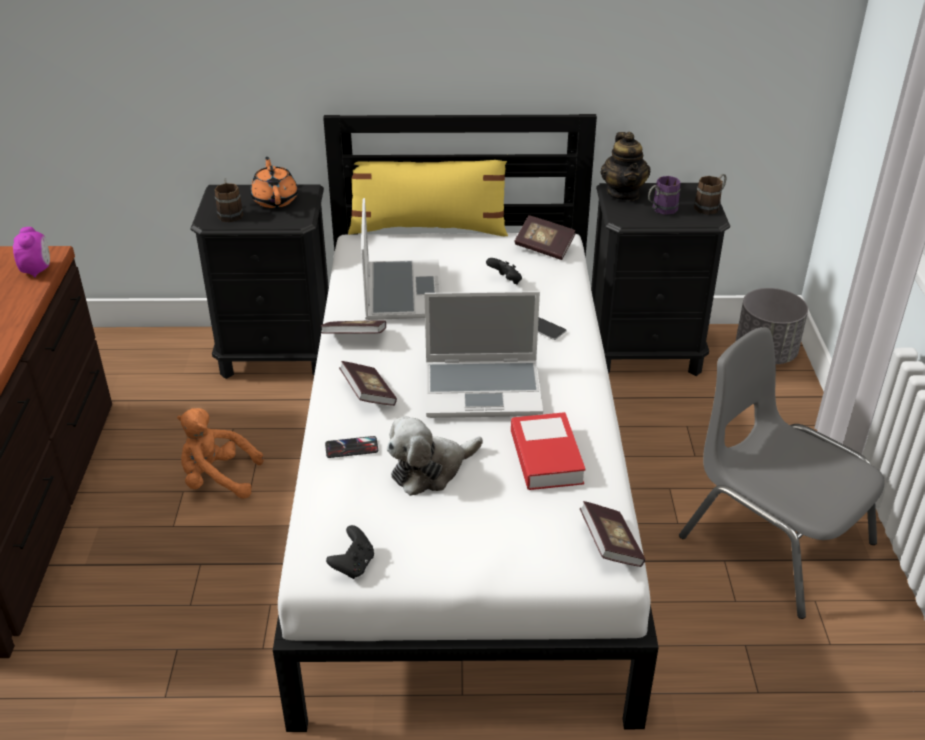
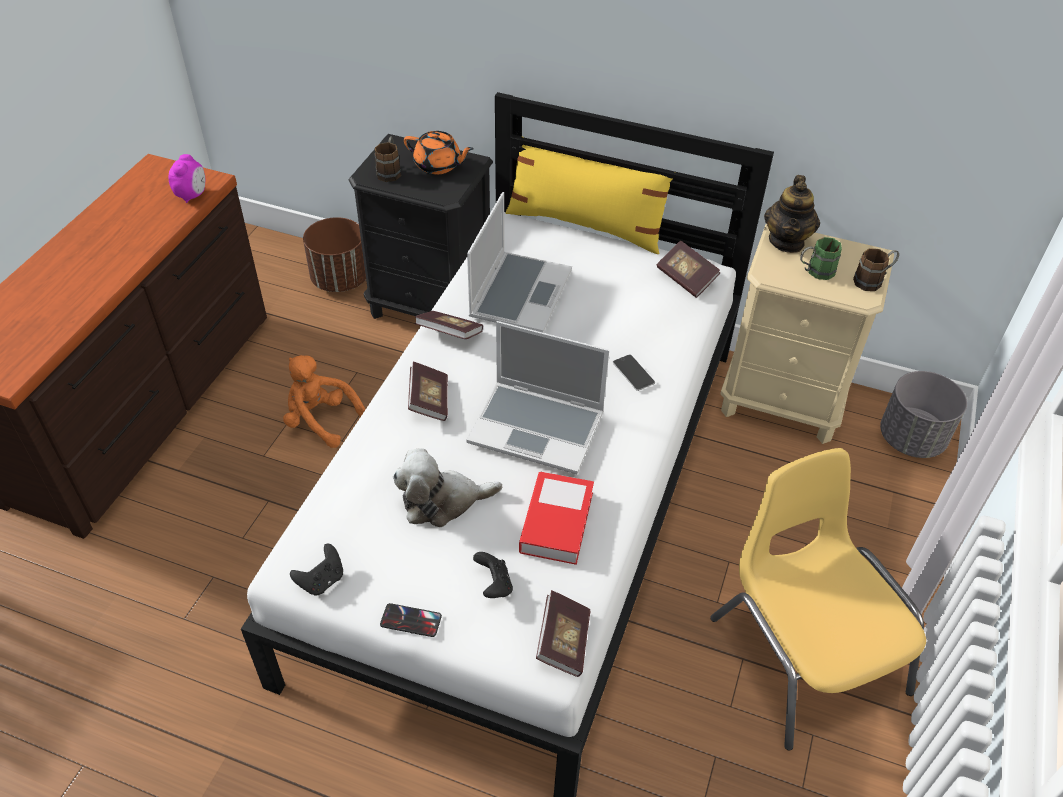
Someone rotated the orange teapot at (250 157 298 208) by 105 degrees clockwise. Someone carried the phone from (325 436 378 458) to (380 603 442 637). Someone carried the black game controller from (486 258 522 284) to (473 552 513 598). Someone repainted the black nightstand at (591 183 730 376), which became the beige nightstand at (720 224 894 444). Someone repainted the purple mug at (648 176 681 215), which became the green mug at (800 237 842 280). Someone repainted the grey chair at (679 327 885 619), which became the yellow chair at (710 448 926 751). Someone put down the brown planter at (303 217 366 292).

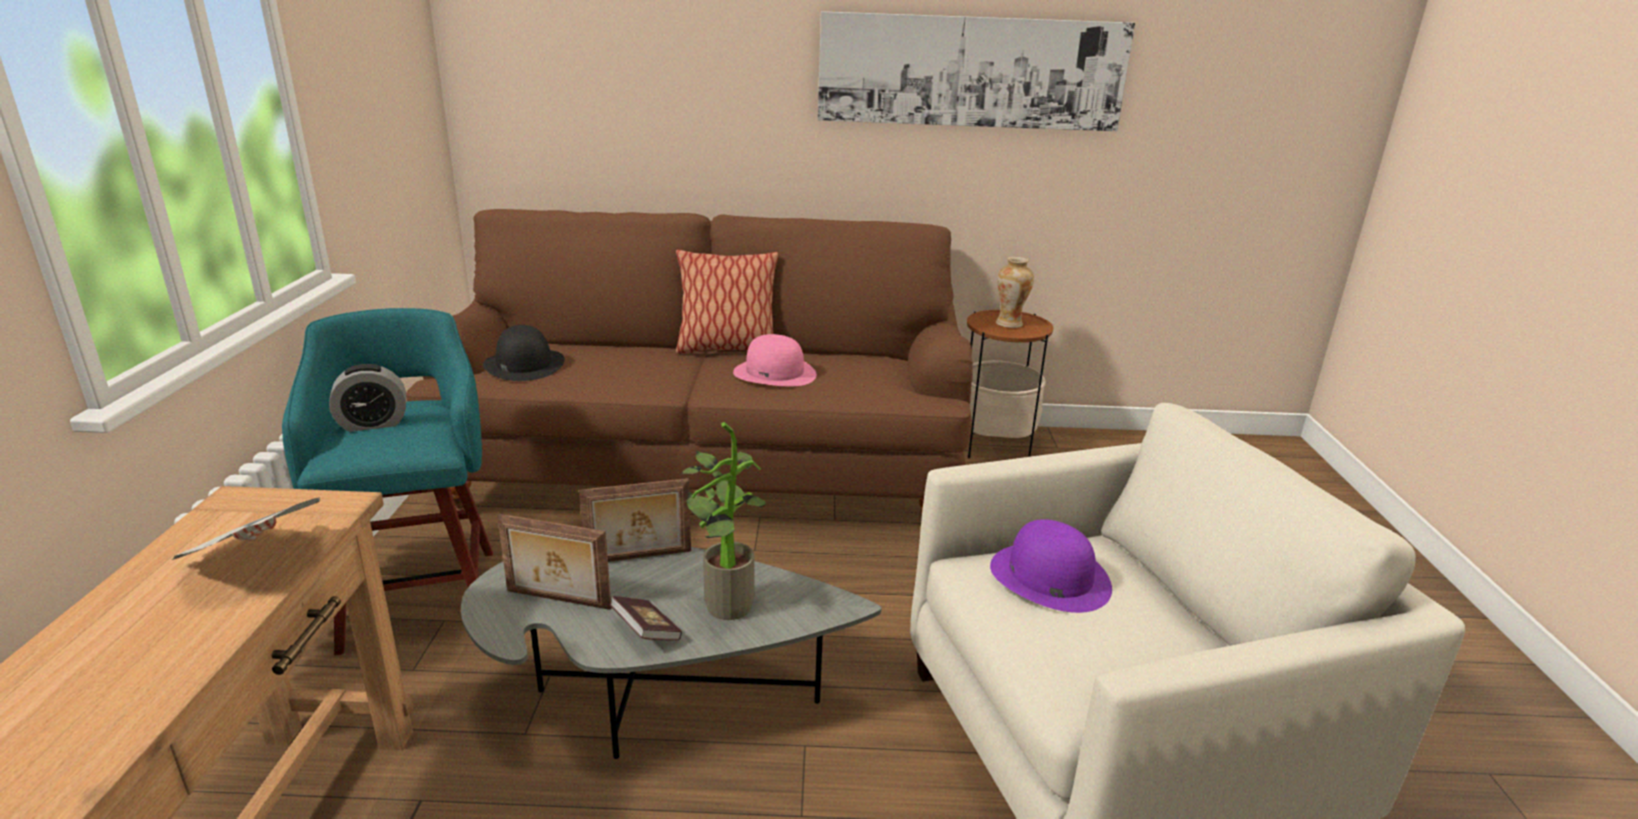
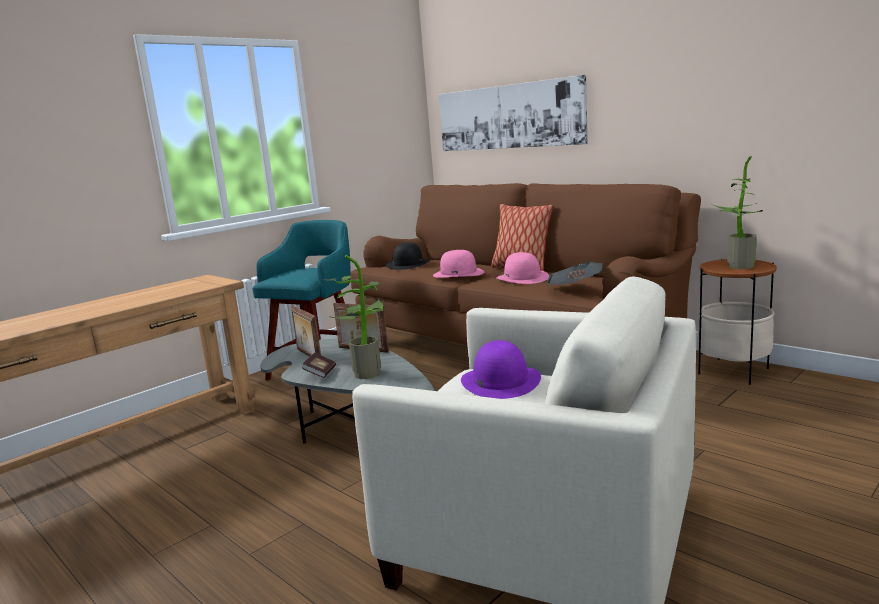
Someone carried the newspaper from (172 497 320 560) to (547 262 603 285). Someone took away the alarm clock at (329 364 406 432). Someone carried the picture from (818 11 1135 131) to (439 75 588 151). Someone swapped the vase at (996 257 1034 328) for the potted plant at (713 155 763 269). Someone put down the pink hat at (433 250 485 278).

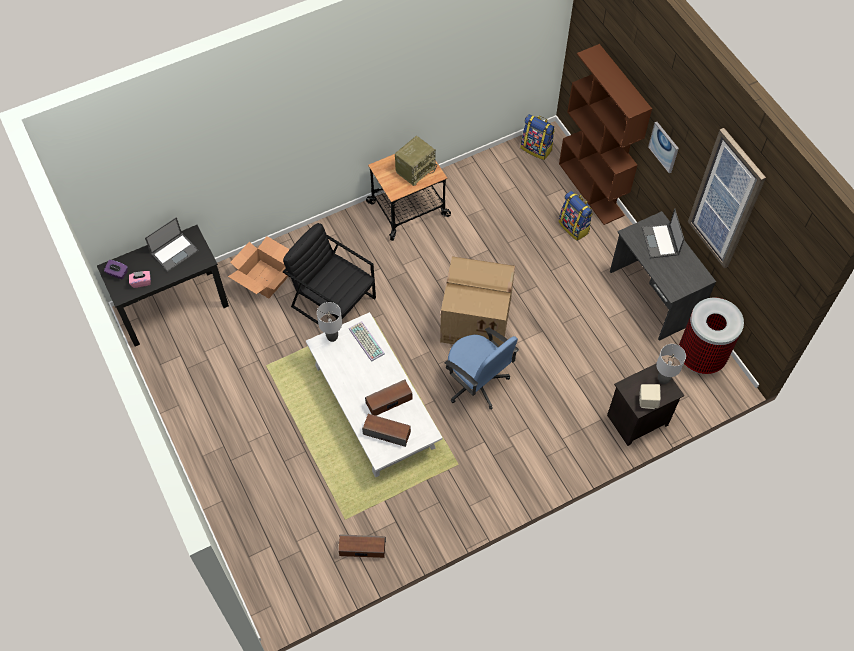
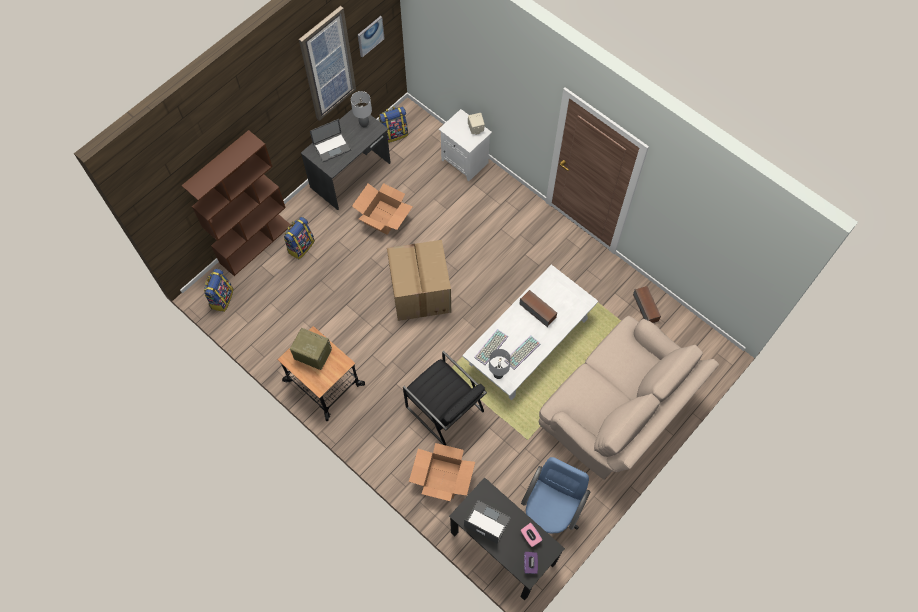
Someone rotated the black armchair at (283 223 376 325) by 60 degrees counterclockwise. Someone took away the speaker at (362 414 411 447). Someone carried the blue office chair from (445 327 519 410) to (521 457 591 533). Someone repainted the black nightstand at (607 364 684 446), which became the white nightstand at (438 109 492 181). Someone carried the picture from (648 122 679 173) to (358 16 385 57). Someone carried the grey table lamp from (656 344 686 384) to (351 91 372 127). Someone swapped the trash can at (679 297 744 374) for the backpack at (379 106 408 143). Someone put down the cardboard box at (352 183 413 235). Someone put down the keyboard at (504 335 541 370). Someone put down the beige sofa at (539 316 719 480).

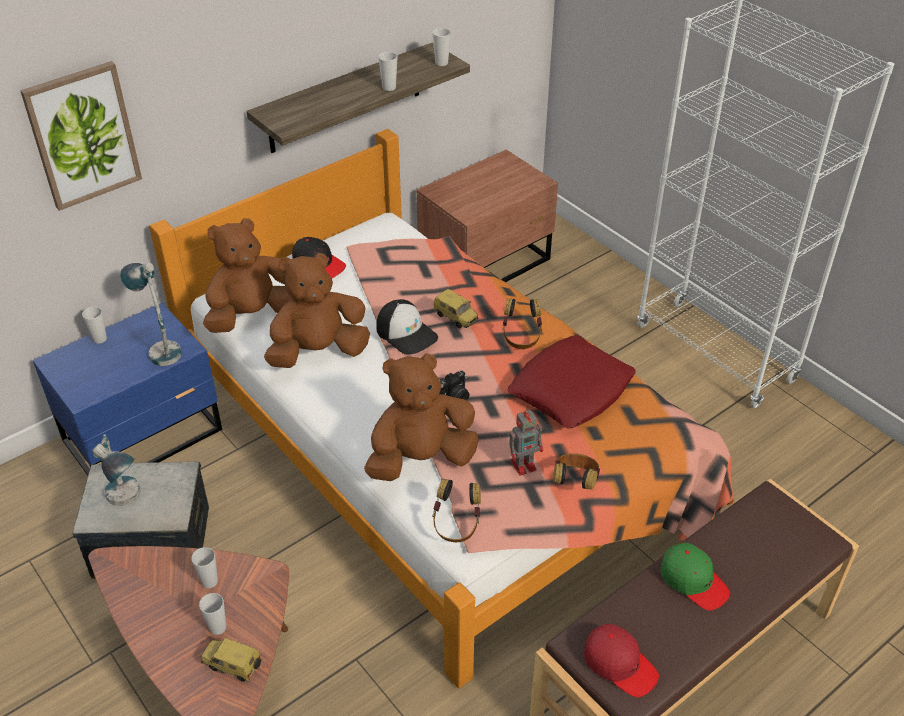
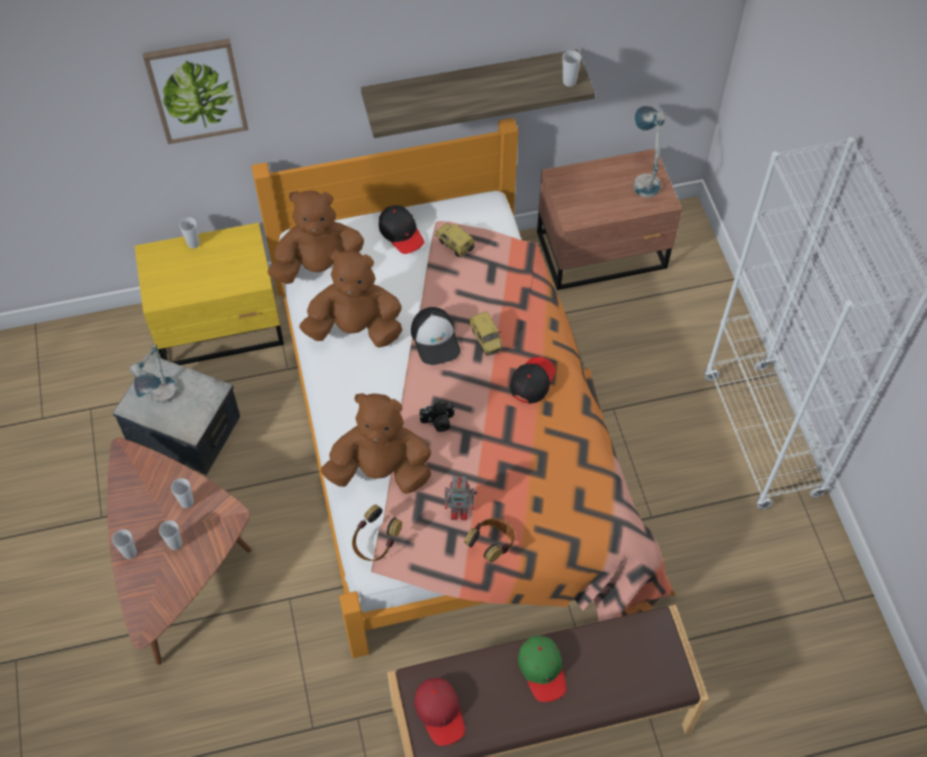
Someone repainted the blue nightstand at (33 303 222 476), which became the yellow nightstand at (135 223 284 365). Someone carried the table lamp from (120 262 182 366) to (633 106 665 197). Someone carried the toy car from (201 638 262 682) to (435 223 475 258). Someone carried the cup from (378 52 398 91) to (112 529 137 559). Someone swapped the headphones at (503 298 542 349) for the black cap at (510 357 556 404). Someone took away the red pillow at (507 335 636 429).

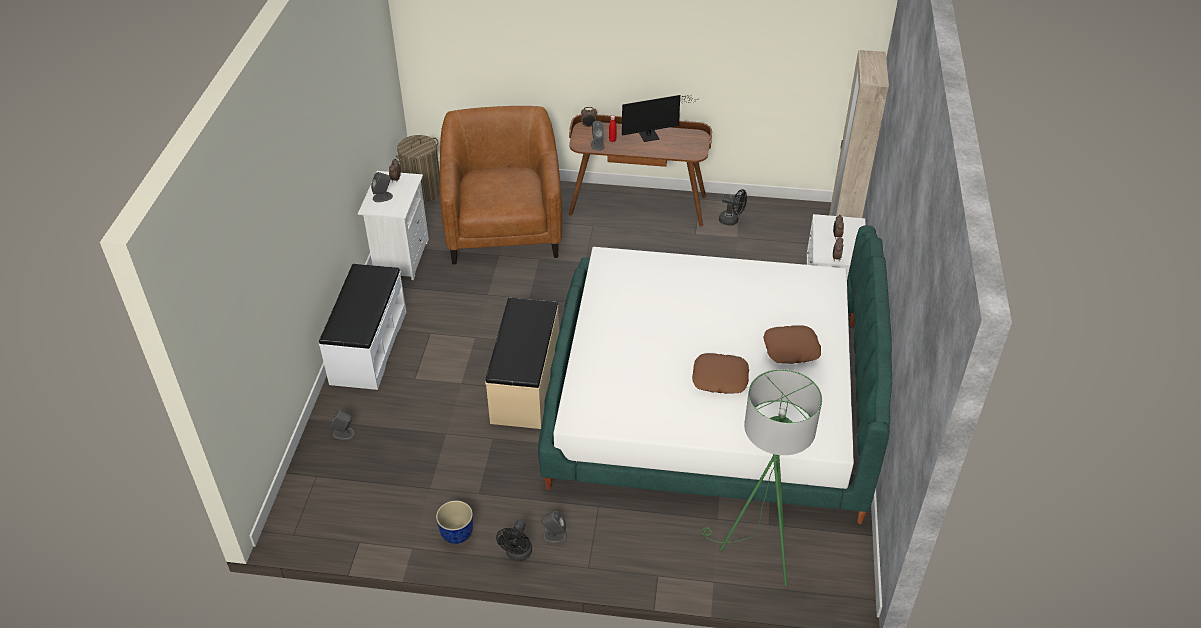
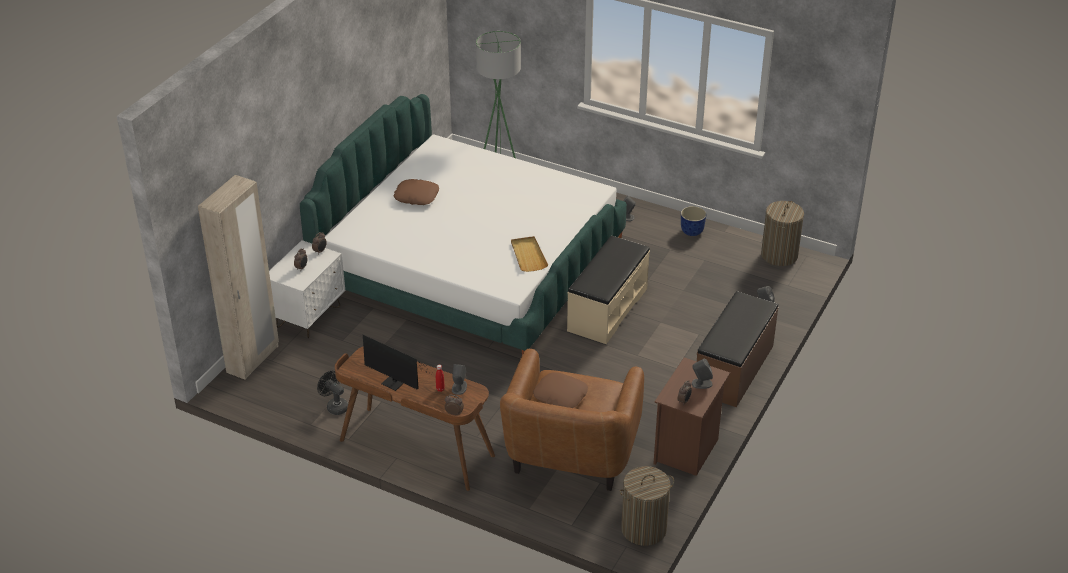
Someone repainted the white bench at (319 264 406 390), which became the brown bench at (697 291 779 407). Someone repainted the white nightstand at (358 171 429 280), which became the brown nightstand at (653 357 730 476). Someone took away the black fan at (496 520 532 561). Someone rotated the monitor at (622 95 694 142) by 150 degrees counterclockwise. Someone carried the brown pillow from (692 353 749 394) to (533 373 588 408). Someone put down the beige tray at (511 236 548 272). Someone put down the laundry basket at (761 201 804 266).

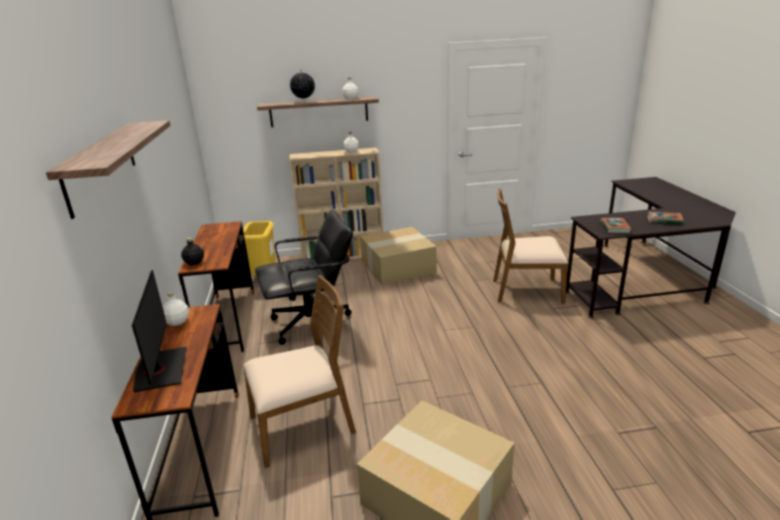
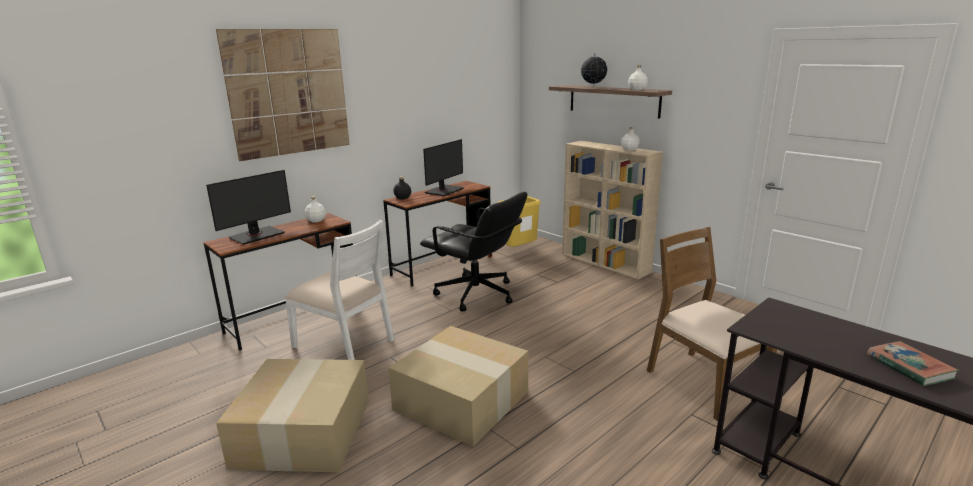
Someone swapped the shelf at (46 120 170 219) for the picture at (216 29 350 161). Someone repainted the brown chair at (243 275 356 468), which became the white chair at (285 220 394 360). Someone carried the cardboard box from (360 227 437 285) to (388 326 528 447). Someone took away the book at (600 218 632 233). Someone put down the monitor at (423 139 464 196).

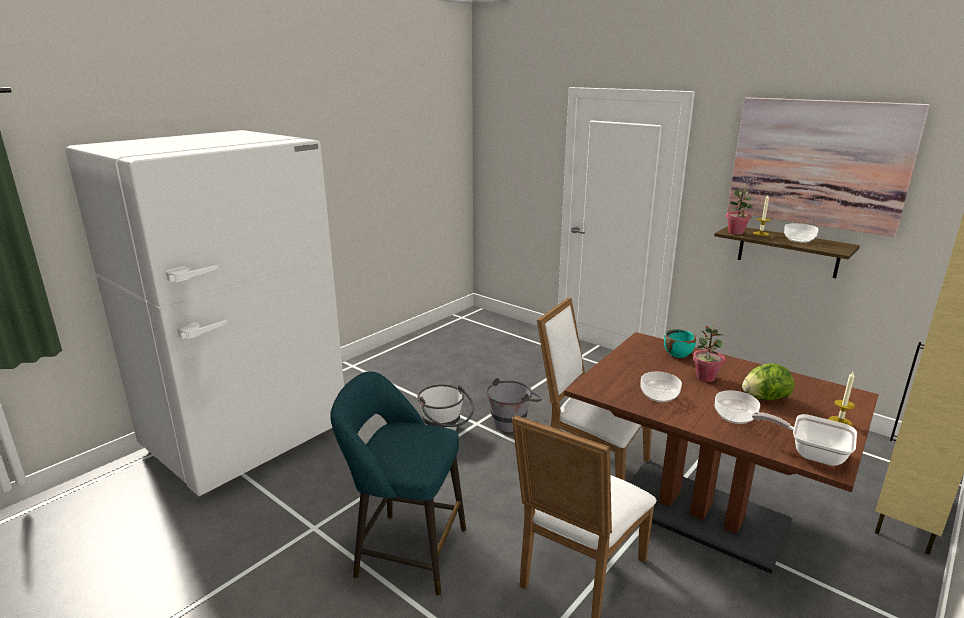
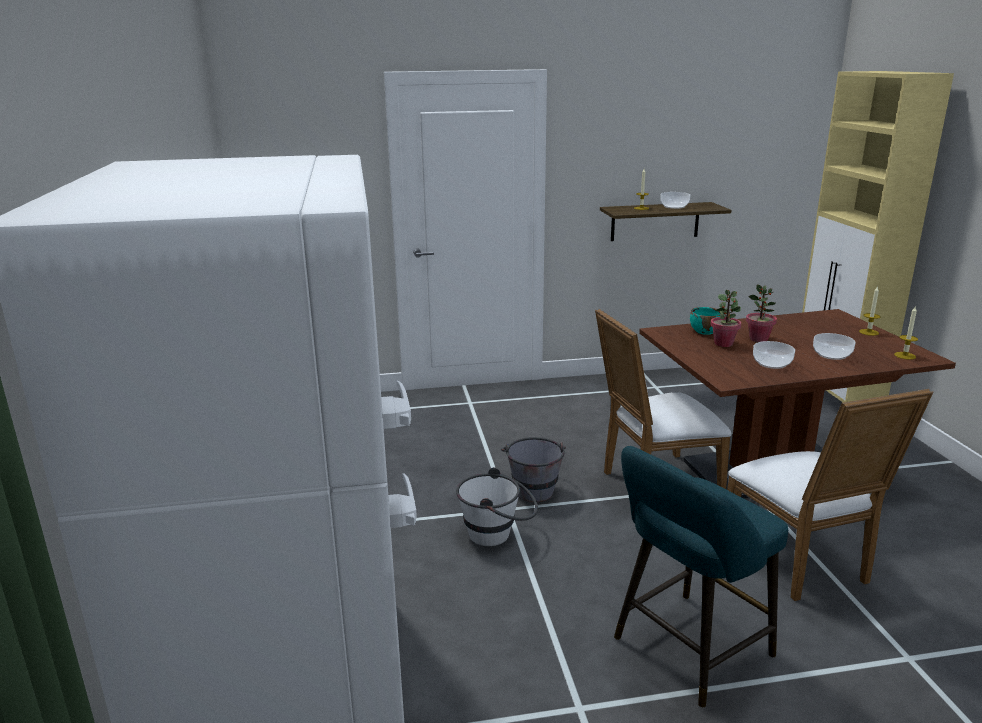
Someone carried the potted plant from (726 188 753 235) to (710 290 742 347). Someone took away the picture at (727 97 930 237). Someone took away the lettuce at (742 363 794 400). Someone swapped the frying pan at (752 412 857 466) for the candle at (894 307 918 360).

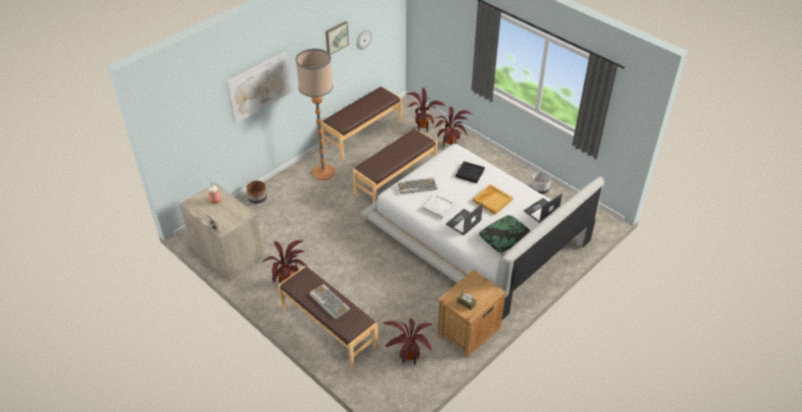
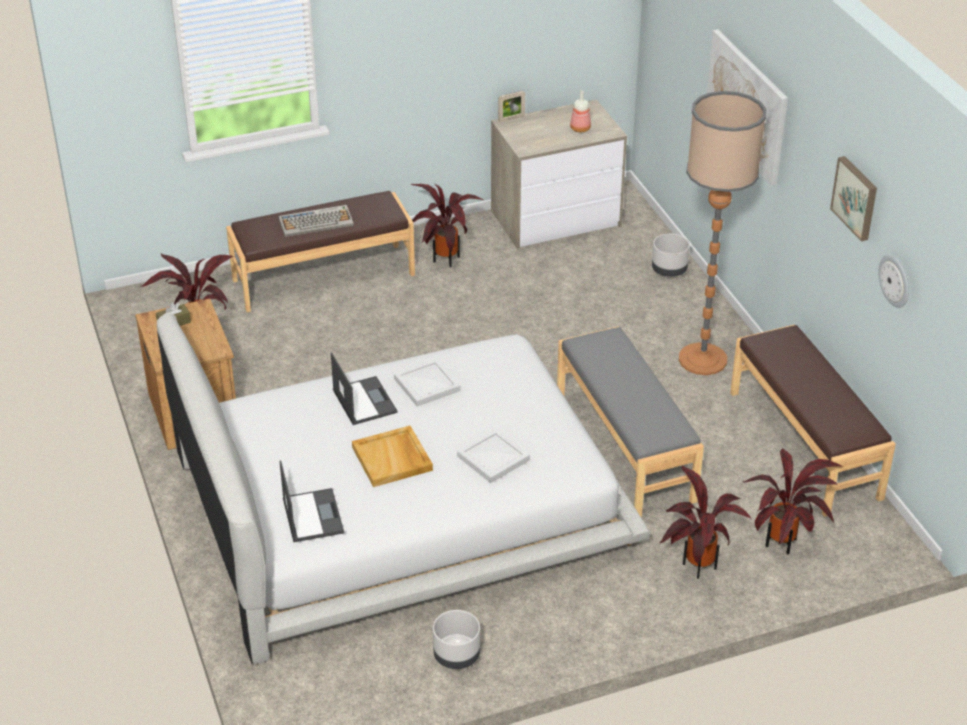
Someone repainted the brown planter at (246 181 267 204), which became the grey planter at (652 234 690 277). Someone repainted the brown bench at (353 129 437 203), which became the grey bench at (557 326 704 517). Someone took away the keyboard at (397 178 437 194). Someone repainted the black tray at (455 161 485 183), which became the white tray at (457 429 530 483). Someone took away the pillow at (479 215 530 253).

